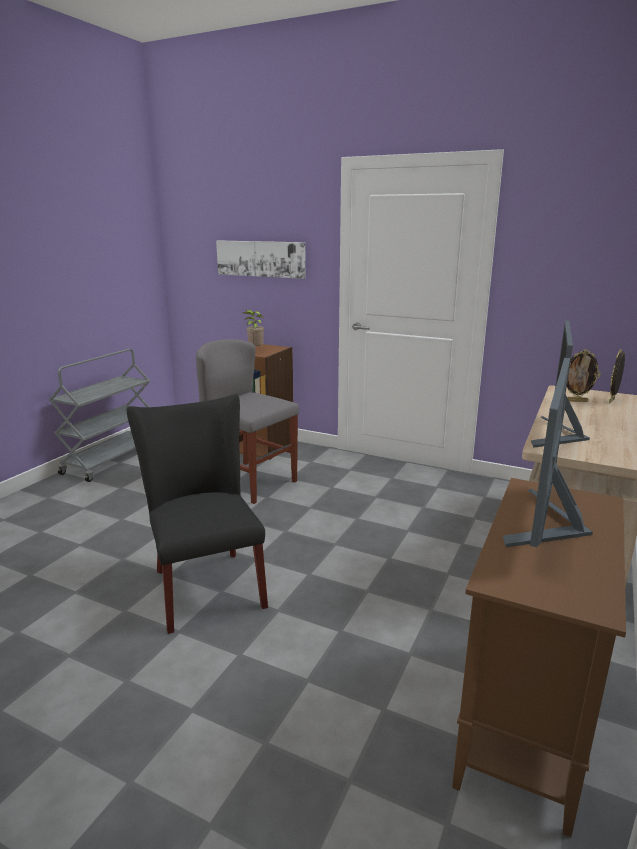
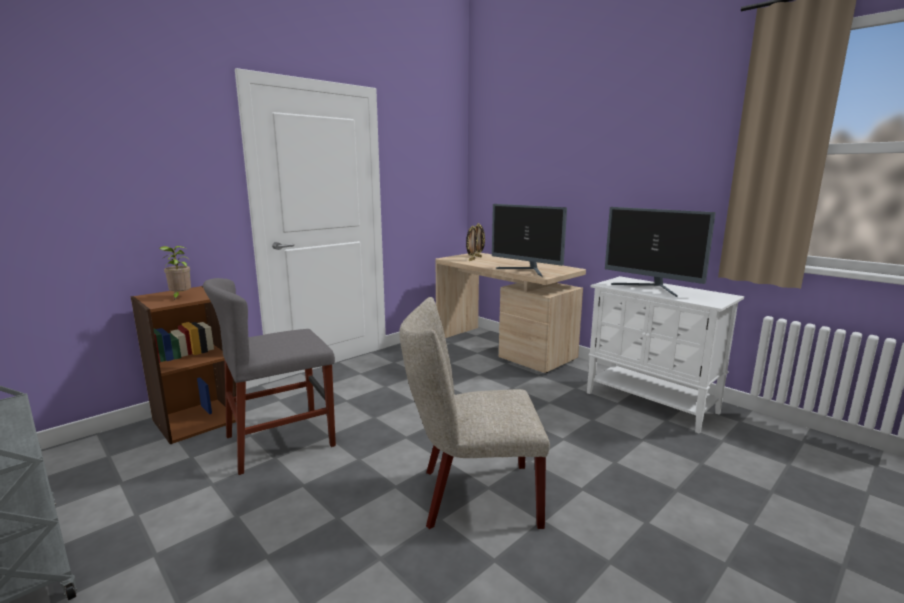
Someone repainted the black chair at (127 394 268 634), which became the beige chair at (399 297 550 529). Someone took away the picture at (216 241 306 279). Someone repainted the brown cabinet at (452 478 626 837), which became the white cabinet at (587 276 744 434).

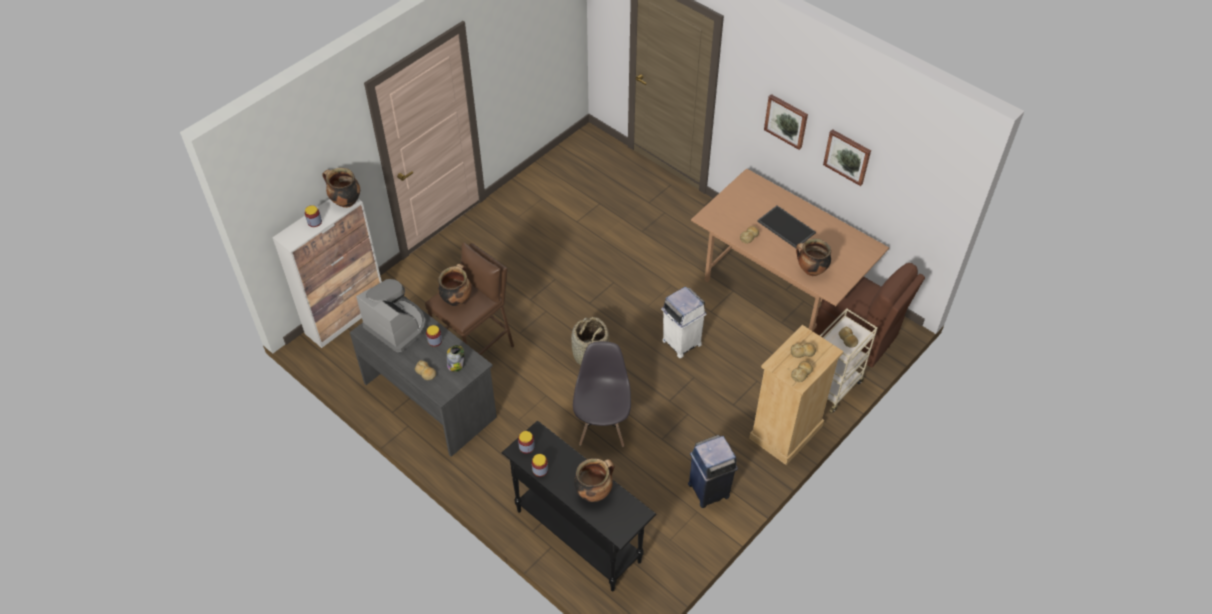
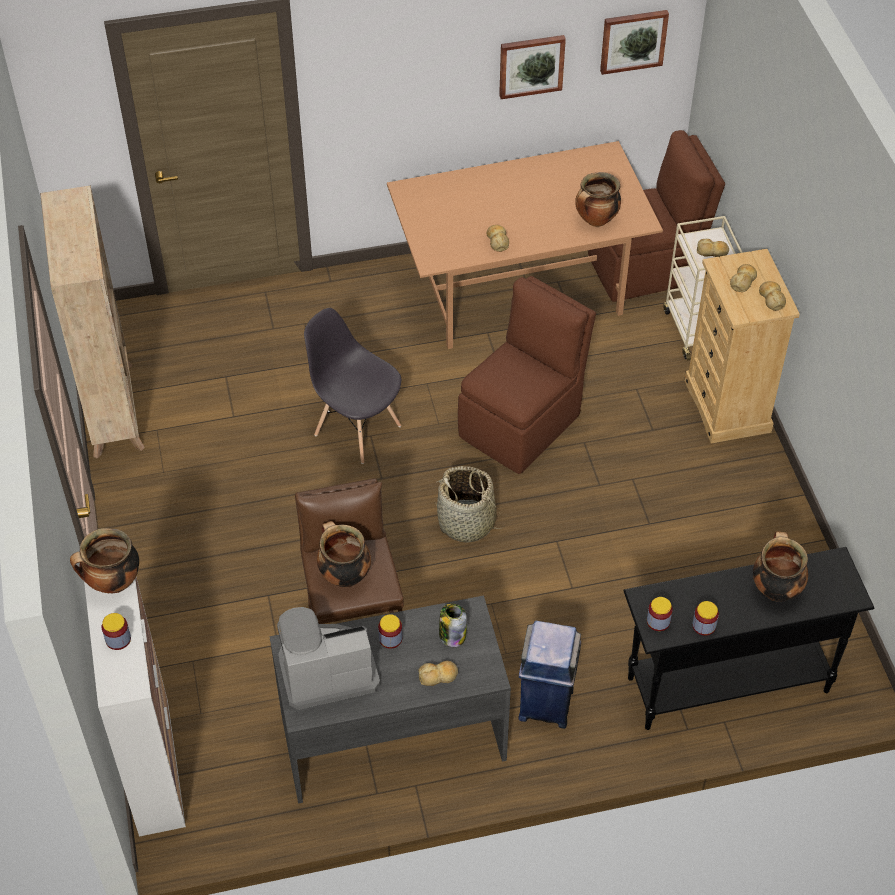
Someone carried the grey chair from (573 341 631 447) to (304 308 401 464). Someone swapped the white trash can at (661 286 707 358) for the brown chair at (458 276 596 474). Someone carried the blue trash can from (688 435 738 508) to (519 620 581 729). Someone took away the tray at (757 206 816 248). Someone carried the picture from (764 94 808 150) to (600 10 669 75). Someone put down the beige bookcase at (40 185 145 459).

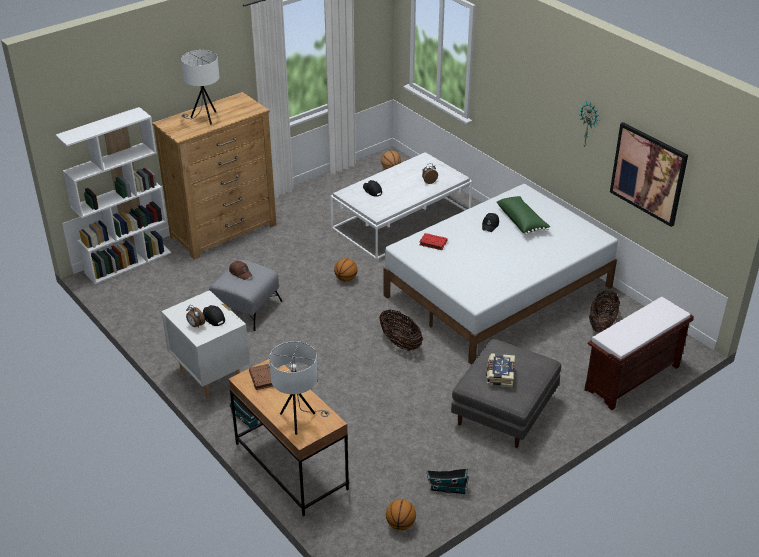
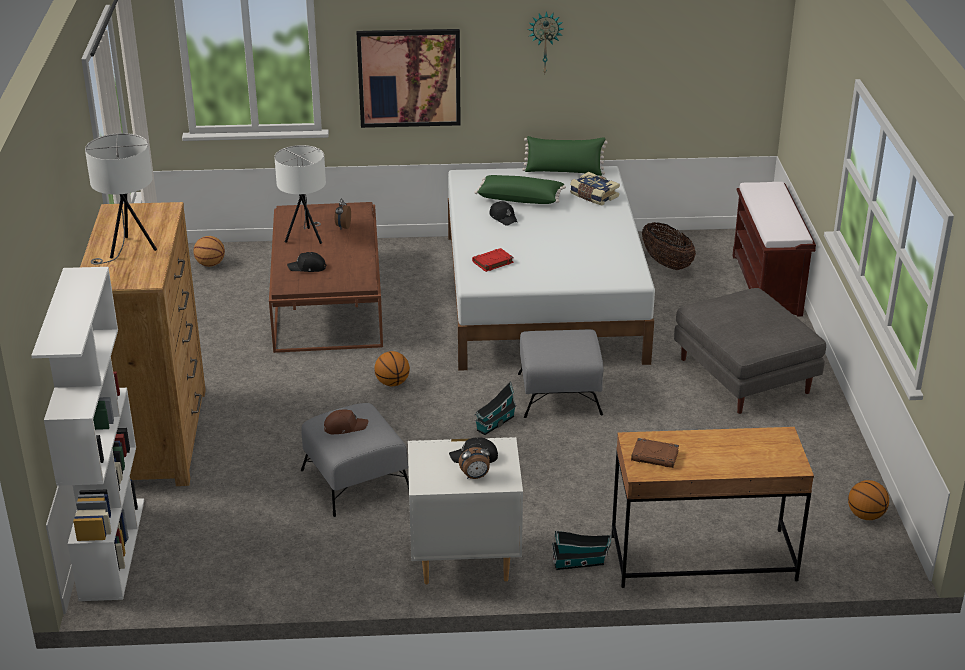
Someone carried the white table lamp from (269 341 329 435) to (274 145 326 244). Someone repainted the white coffee table at (330 152 472 260), which became the brown coffee table at (269 202 383 353). Someone swapped the basket at (379 309 423 351) for the grey ottoman at (518 329 603 418). Someone carried the toy house from (426 469 469 494) to (474 382 517 435). Someone carried the book from (486 353 515 388) to (570 172 620 206). Someone carried the picture from (610 122 688 227) to (357 29 461 128). Someone put down the green pillow at (522 136 608 176).

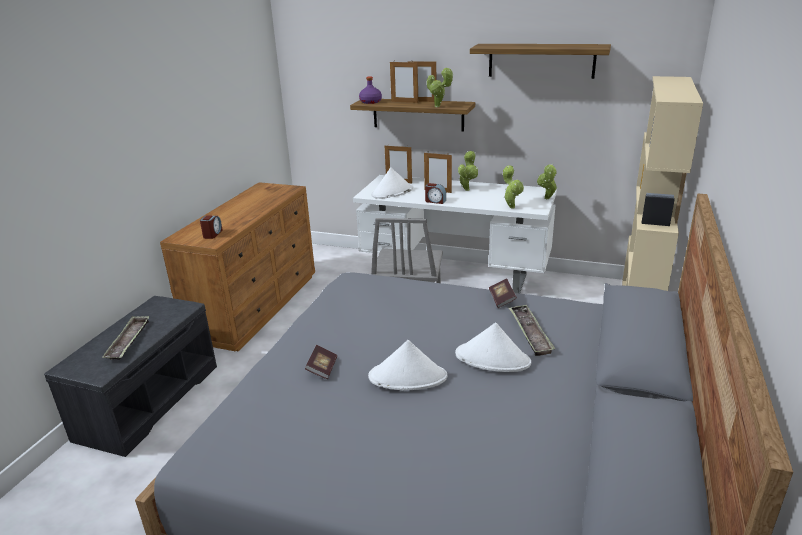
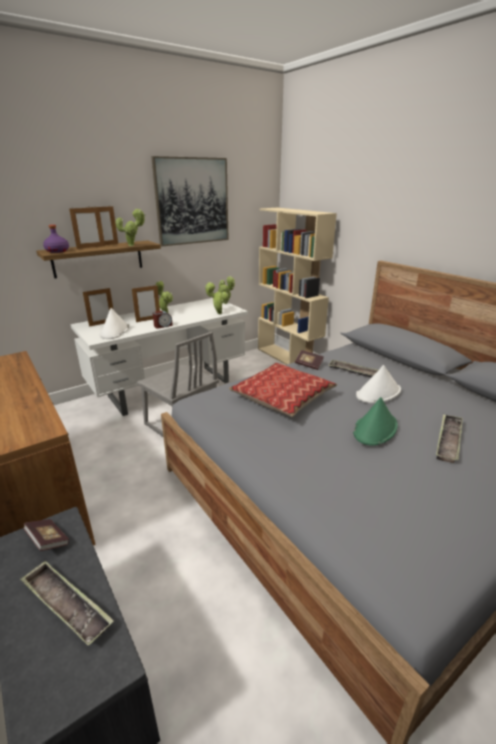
Someone took away the alarm clock at (200 216 222 239). Someone carried the book from (305 345 337 379) to (23 519 69 551). Someone repainted the white hat at (368 340 447 390), which became the green hat at (353 397 398 446). Someone swapped the shelf at (470 44 611 79) for the picture at (151 156 229 246). Someone put down the pillow at (229 363 337 417). Someone put down the tray at (436 414 463 463).

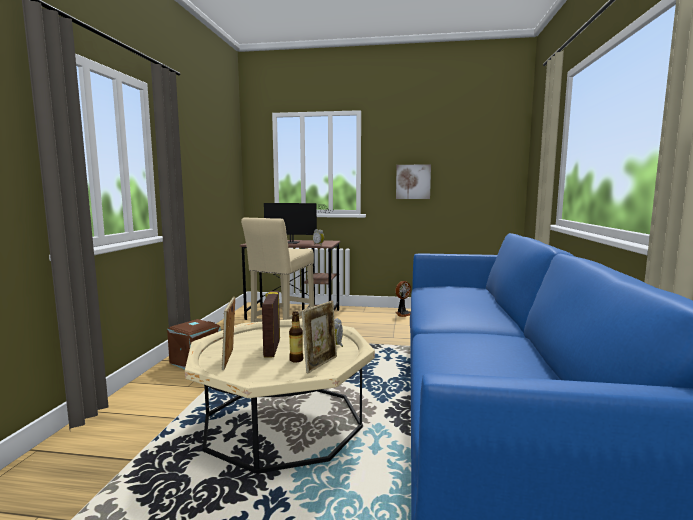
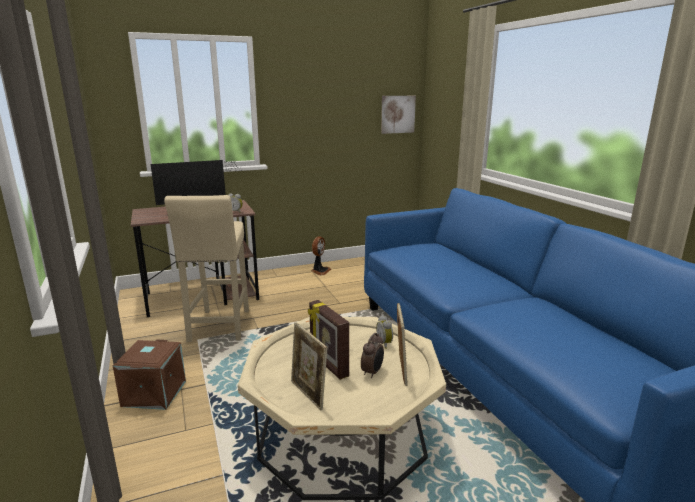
Someone swapped the bottle at (289 312 303 362) for the alarm clock at (361 333 384 378). Someone carried the picture from (396 164 431 199) to (381 96 416 134).

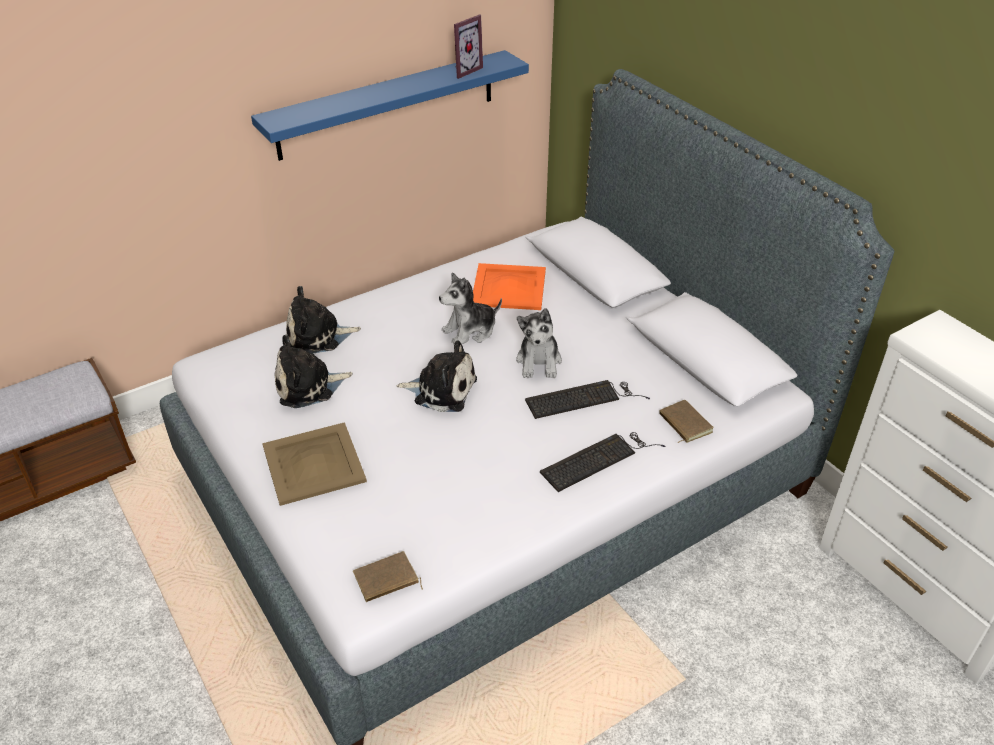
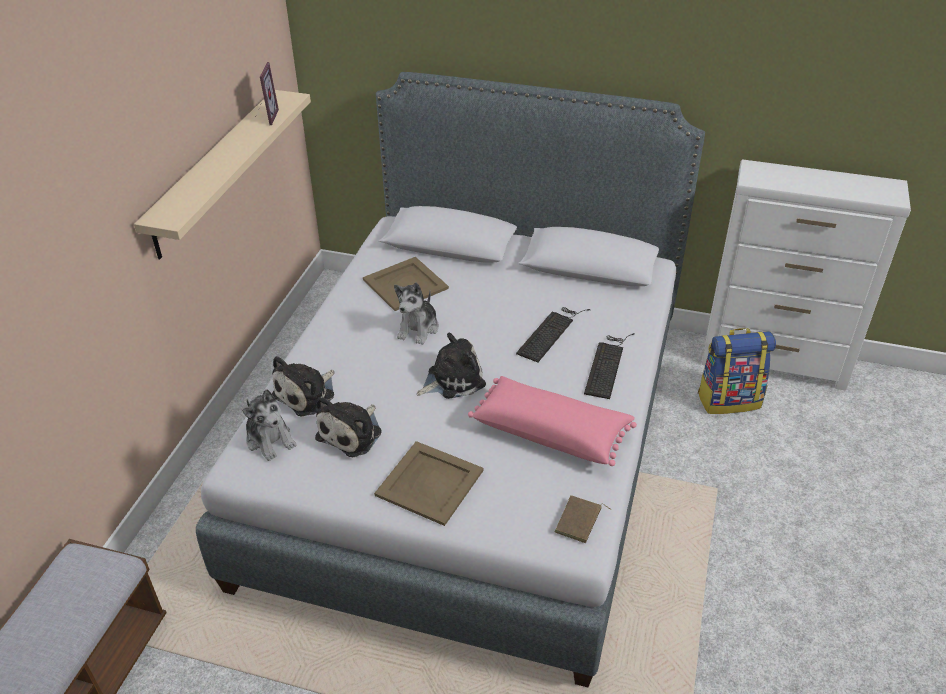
Someone repainted the blue shelf at (251 50 529 161), which became the beige shelf at (134 90 311 259). Someone repainted the orange tray at (473 263 546 310), which became the beige tray at (363 257 449 311). Someone carried the plush toy from (516 308 562 378) to (242 389 296 461). Someone took away the brown book at (659 400 714 443). Someone put down the pink pillow at (468 376 637 466). Someone put down the backpack at (698 328 776 414).

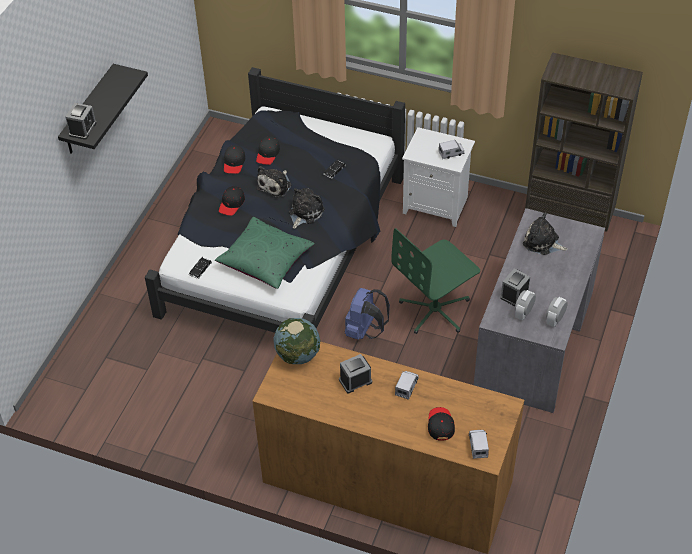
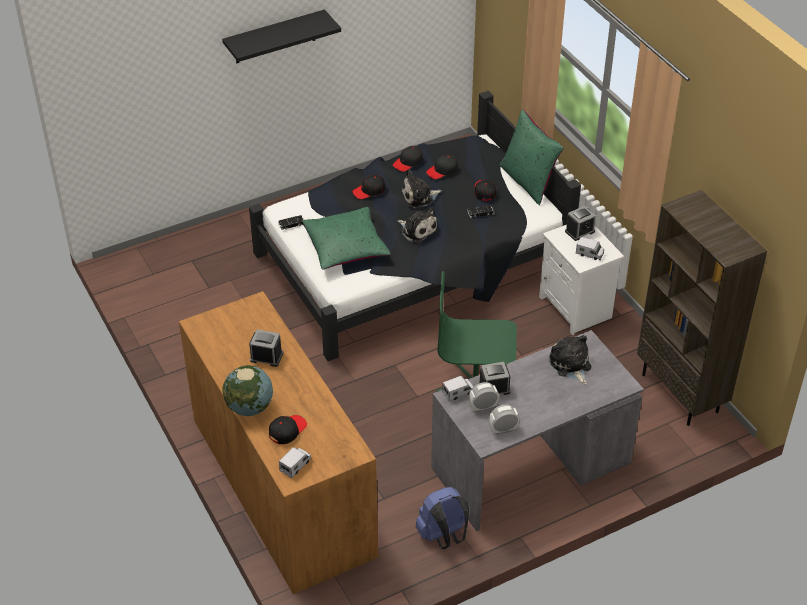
Someone carried the alarm clock from (65 103 97 140) to (565 206 596 241). Someone carried the globe from (273 318 320 364) to (222 365 273 416). Someone rotated the plush toy at (289 188 325 229) by 60 degrees clockwise. Someone carried the blue backpack from (345 288 390 340) to (416 487 469 549). Someone carried the toy truck from (395 371 419 400) to (442 376 473 401). Someone put down the black cap at (474 180 497 201). Someone put down the green pillow at (500 109 564 205).

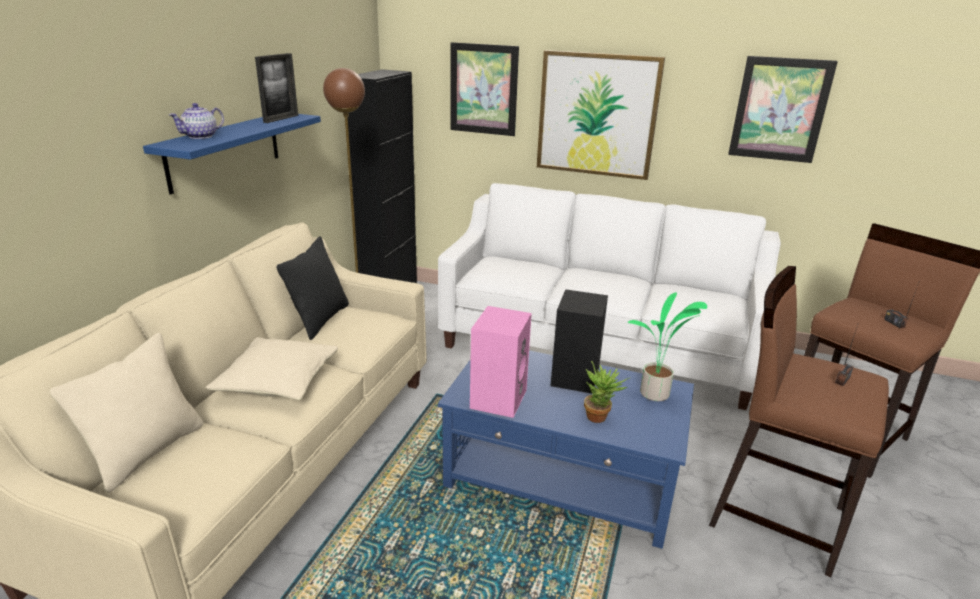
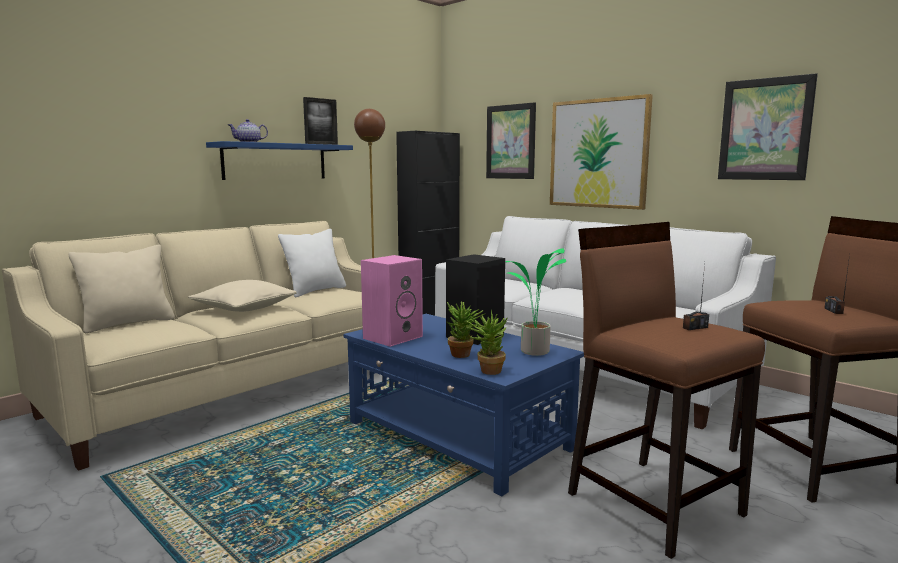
Someone repainted the black pillow at (276 236 349 340), which became the white pillow at (278 229 346 297). Someone put down the potted plant at (465 310 508 375).

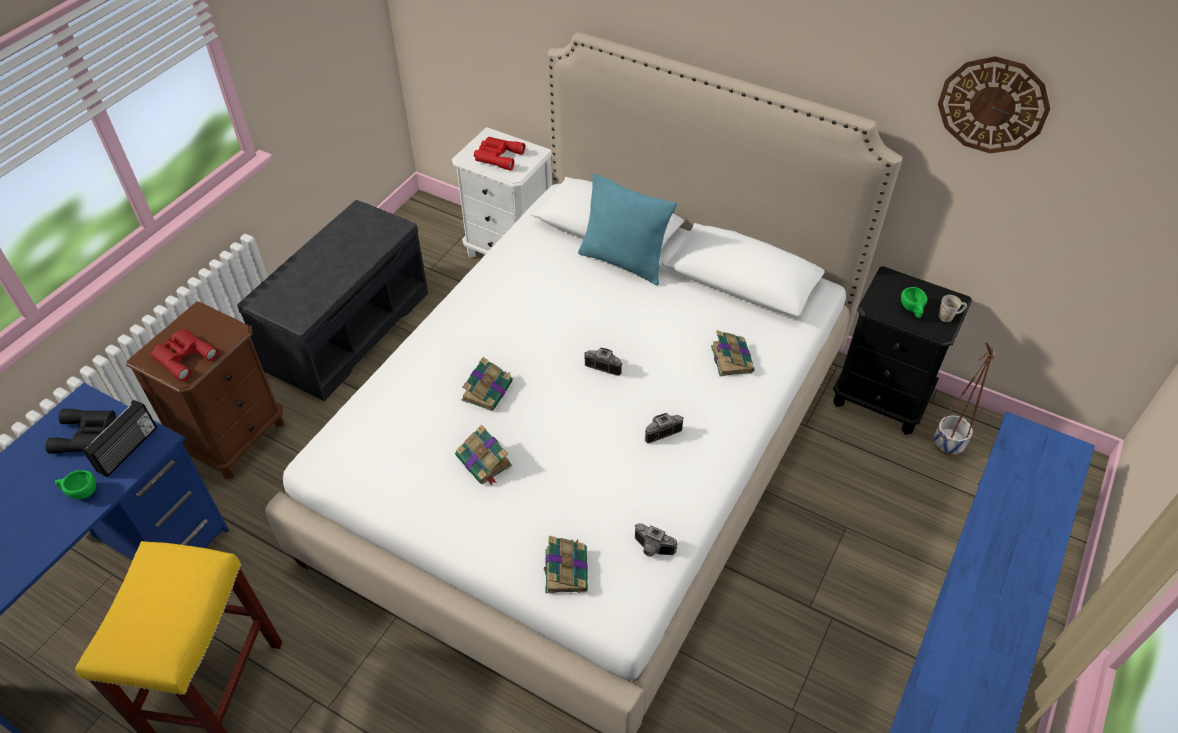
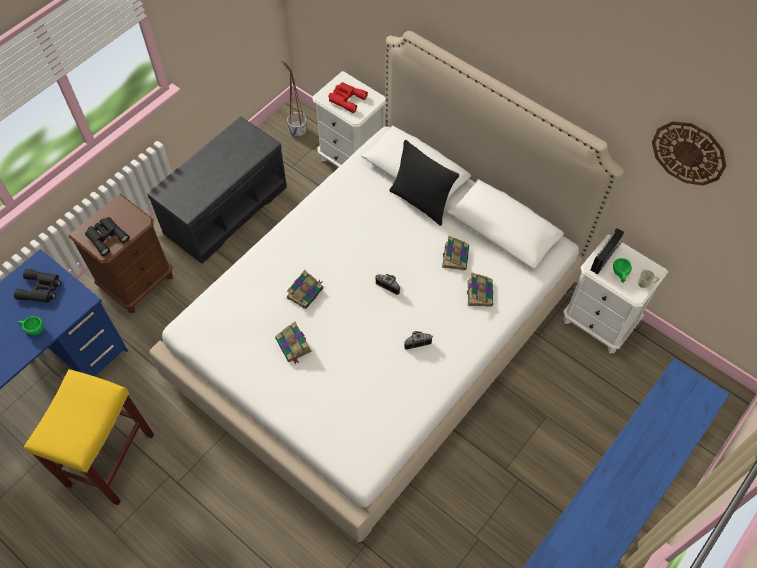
Someone carried the radio from (82 400 157 477) to (590 228 624 275). Someone repainted the red binoculars at (151 329 219 381), which became the black binoculars at (85 217 129 256). Someone carried the book from (544 536 588 593) to (442 236 469 271). Someone repainted the turquoise pillow at (578 173 677 285), which became the black pillow at (389 140 459 226). Someone took away the photo camera at (635 523 678 557). Someone repainted the black nightstand at (833 266 972 435), which became the white nightstand at (563 234 668 353). Someone carried the planter from (934 343 994 456) to (282 61 308 138).

